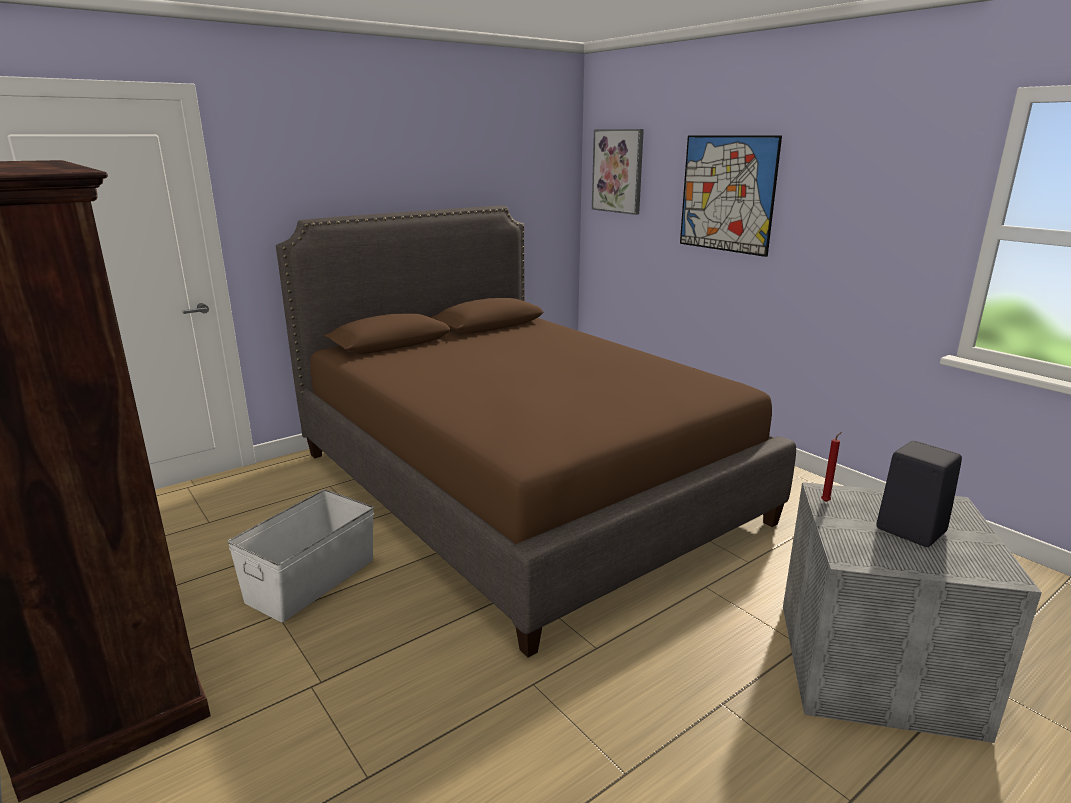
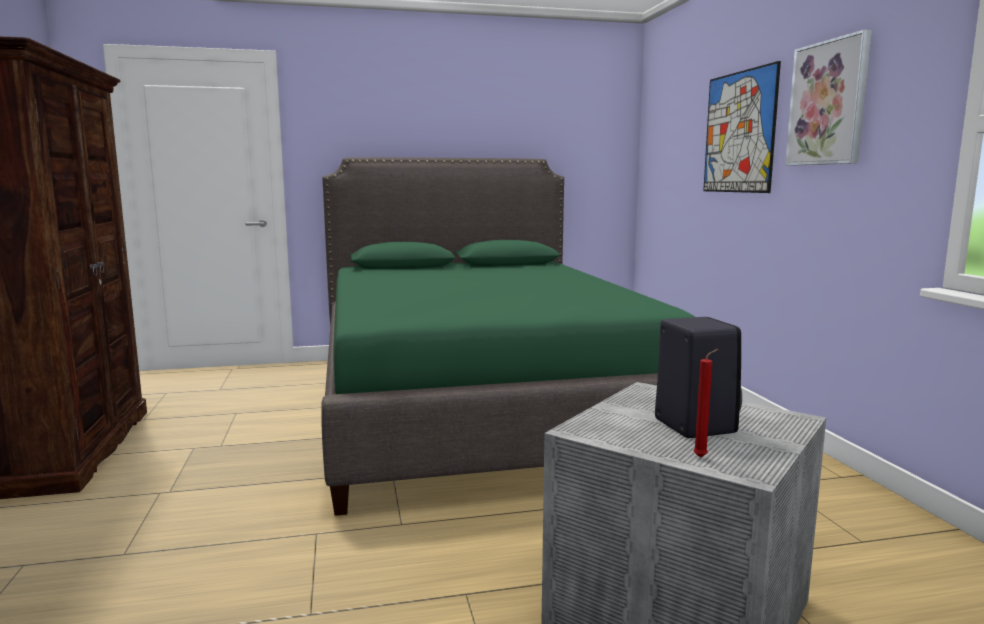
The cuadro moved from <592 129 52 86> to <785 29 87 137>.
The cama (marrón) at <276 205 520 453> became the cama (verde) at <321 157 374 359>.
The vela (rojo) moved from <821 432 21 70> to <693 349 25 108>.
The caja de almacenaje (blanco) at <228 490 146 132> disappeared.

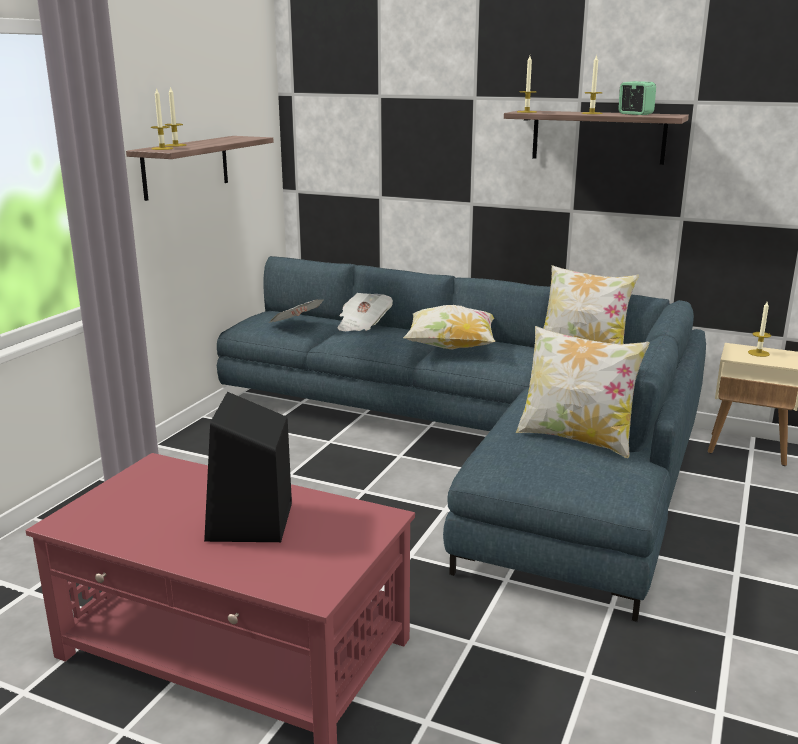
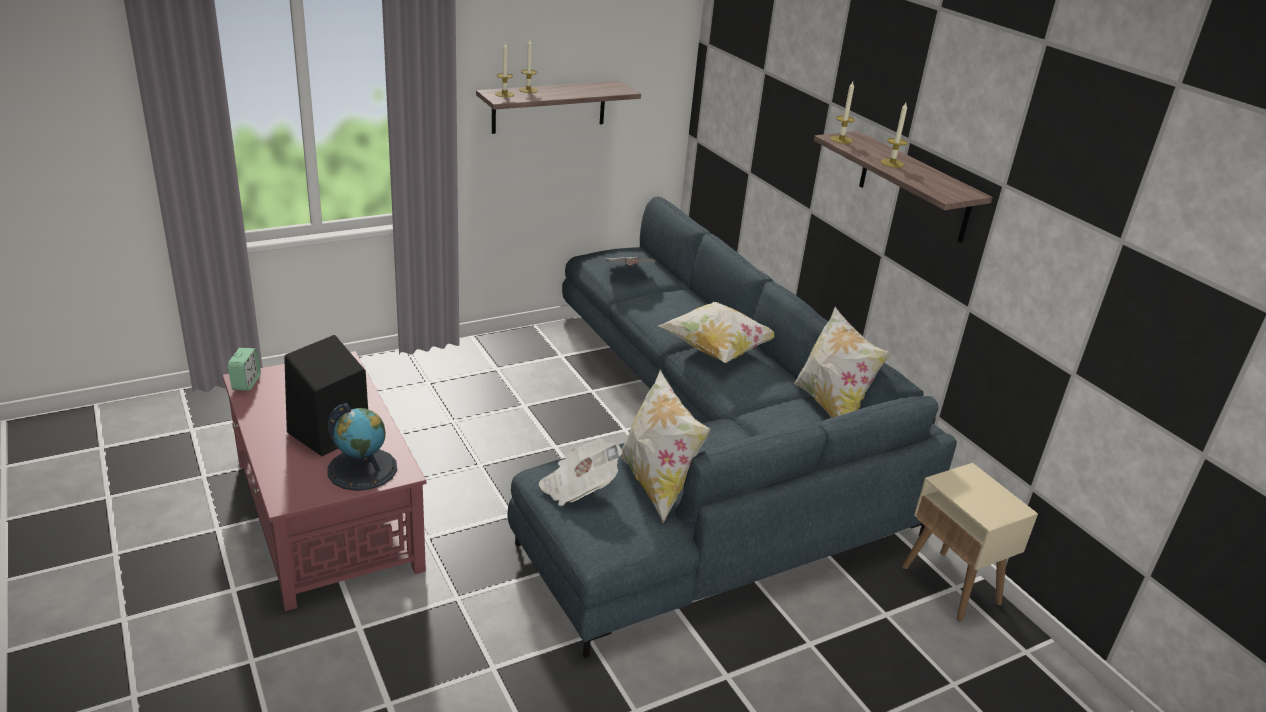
The despertador moved from <618 81 38 34> to <228 348 33 43>.
The periódico moved from <337 293 56 38> to <539 439 84 67>.
The vela at <748 302 23 55> disappeared.
The globo terráqueo at <328 403 69 88> appeared.

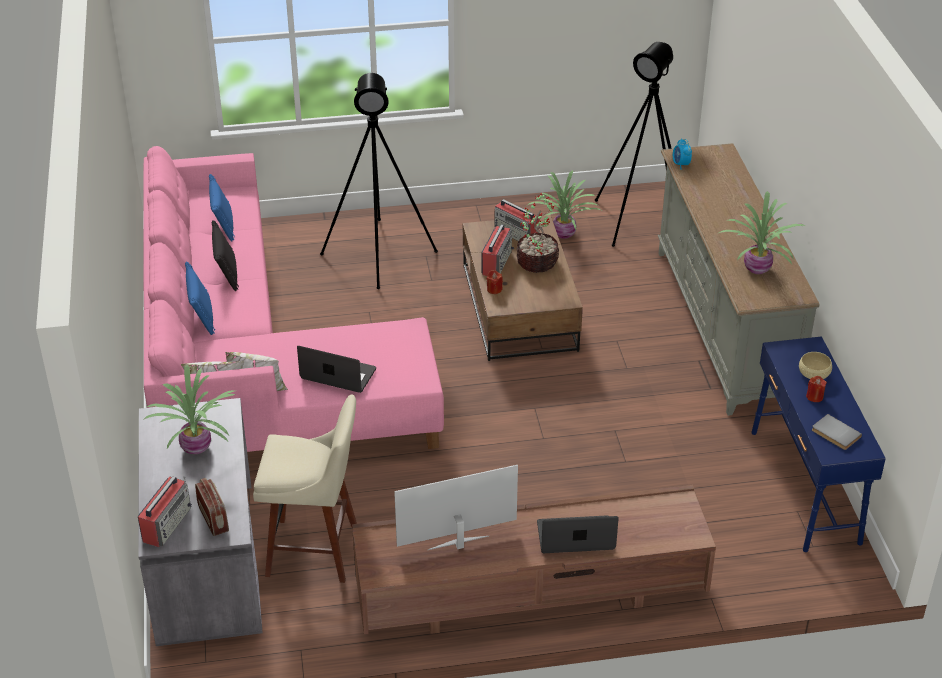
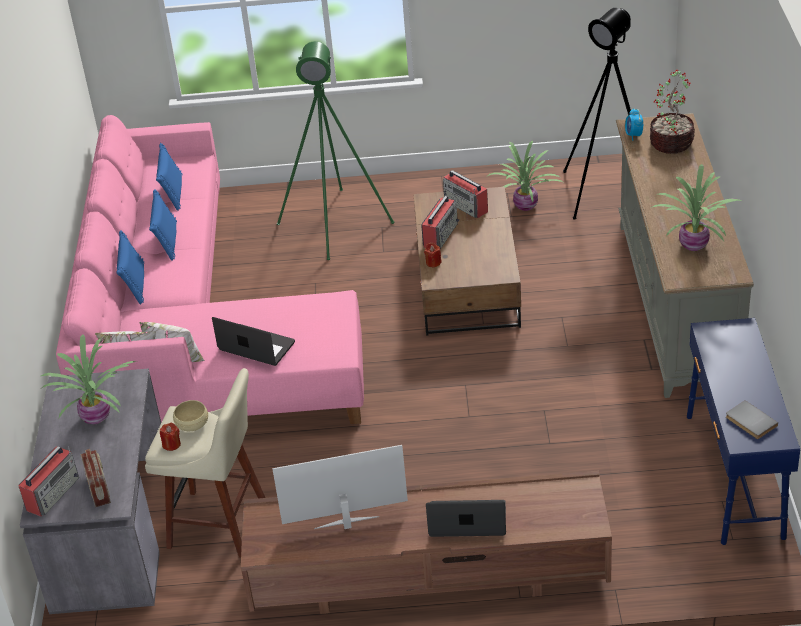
The lámpara de pie (negro) at <320 73 118 216> became the lámpara de pie (verde) at <277 41 117 219>.
The planta en maceta moved from <517 193 42 80> to <650 70 45 84>.
The cojín (negro) at <212 220 27 71> became the cojín (azul) at <149 189 28 72>.
The cuenco (beis) moved from <799 352 33 27> to <173 400 35 31>.
The vela (rojo) moved from <806 376 21 26> to <160 423 21 28>.

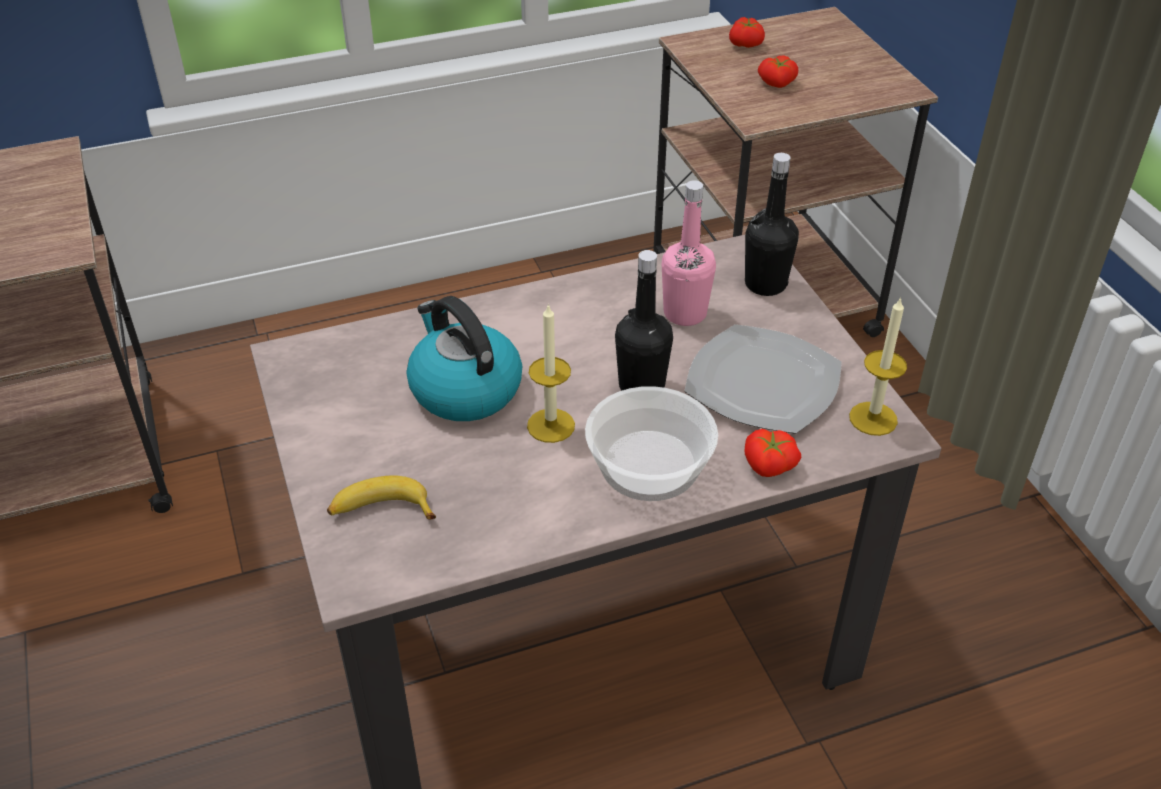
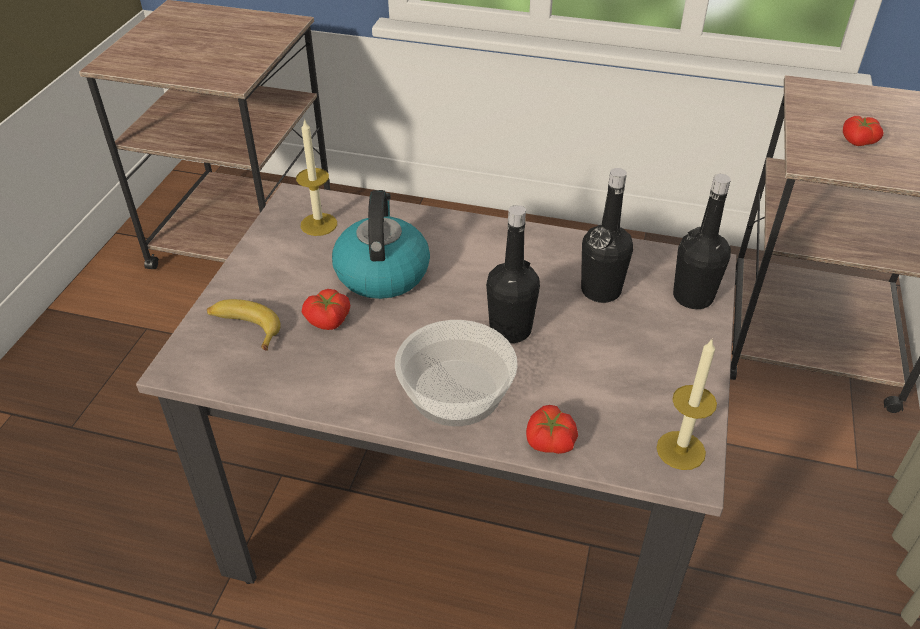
The tomate moved from <729 17 36 31> to <302 289 48 41>.
The botella (rosa) at <662 180 54 146> became the botella (negro) at <581 168 52 135>.
The vela moved from <527 304 48 139> to <296 118 41 118>.
The plato at <684 324 158 110> disappeared.

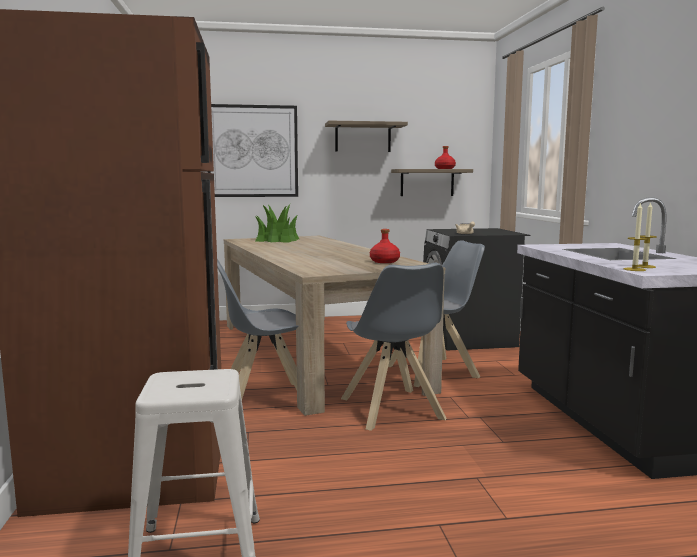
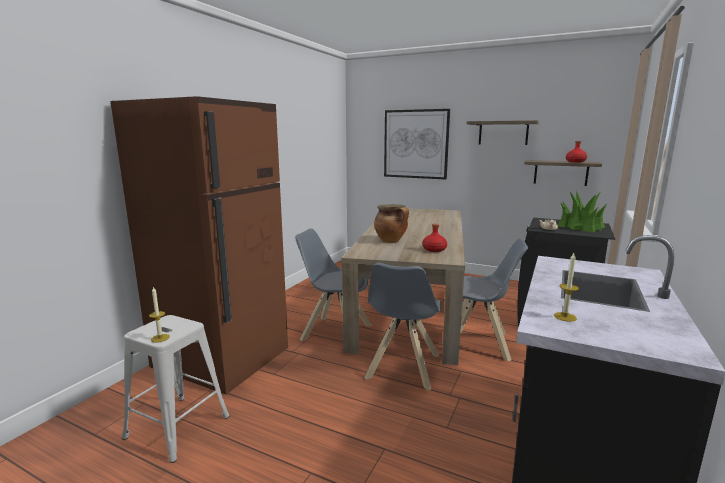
The vela moved from <624 202 23 69> to <149 287 21 56>.
The planta en maceta moved from <255 204 44 39> to <558 191 49 41>.
The olla at <374 204 35 39> appeared.

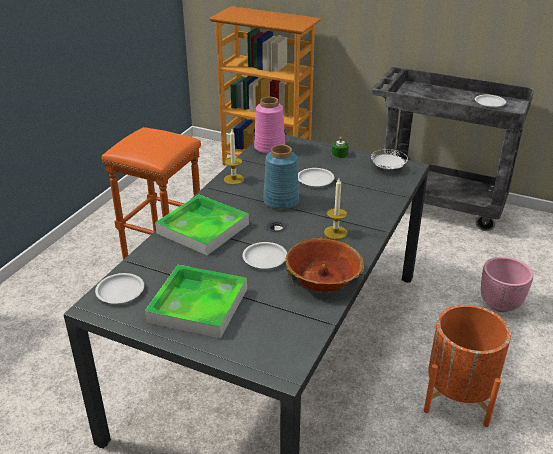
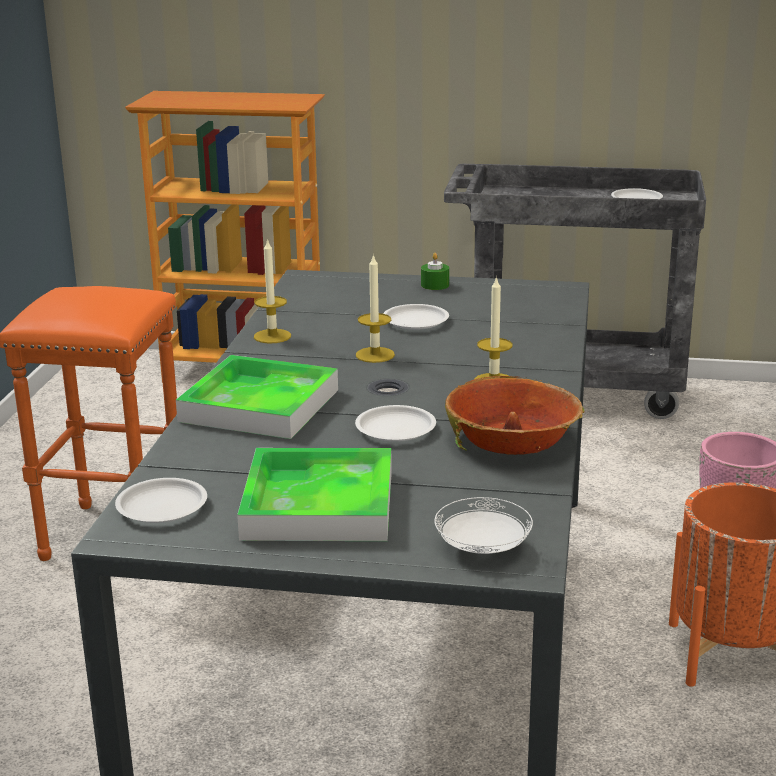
The florero (rosa) at <254 97 31 57> disappeared.
The florero (azul) at <263 145 36 65> was replaced by the vela at <356 254 39 109>.
The plato (blanco) moved from <371 149 37 21> to <434 497 99 57>.

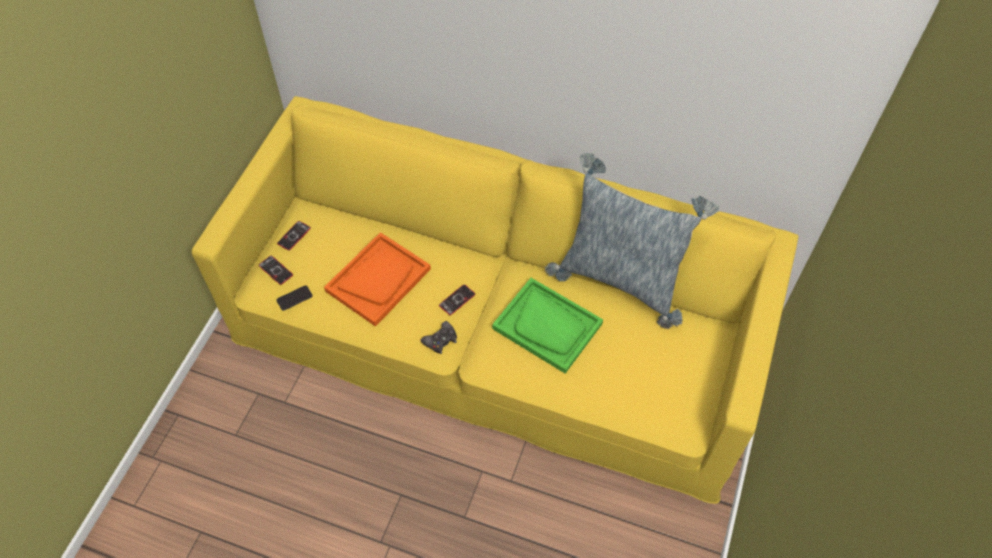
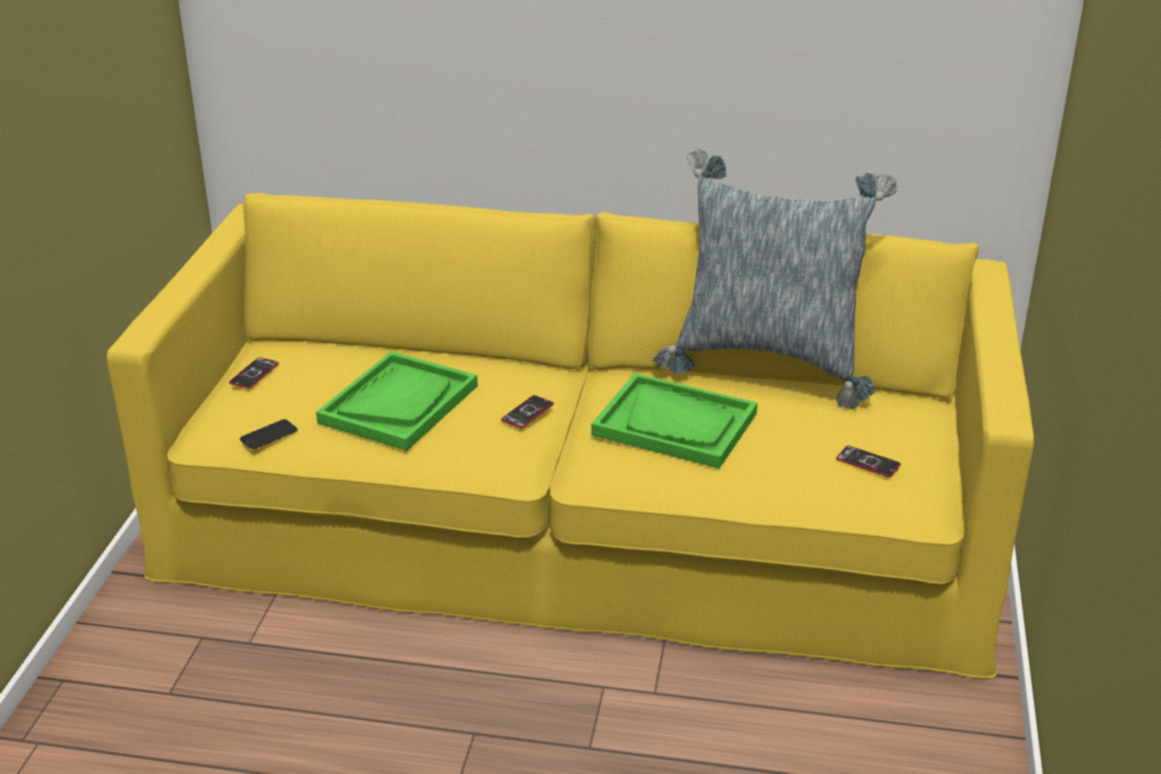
The bandeja (naranja) at <324 232 107 95> became the bandeja (verde) at <316 351 162 100>.
The móvil moved from <259 256 34 29> to <836 446 65 31>.
The mando de consola (negro) at <421 321 36 33> disappeared.

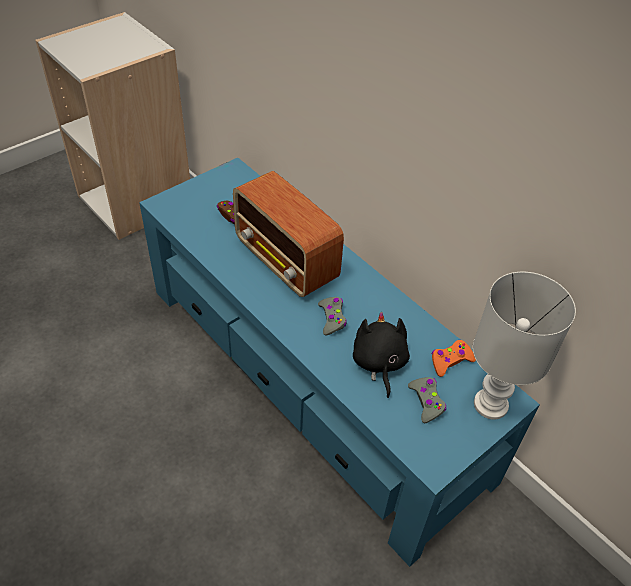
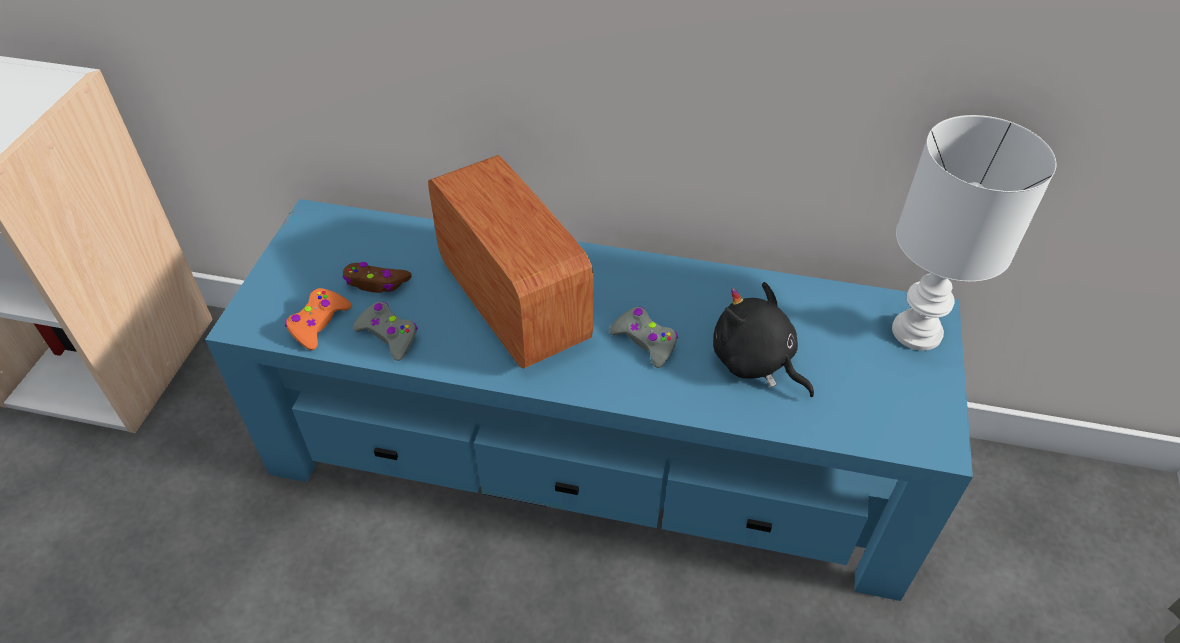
The radio at <233 171 111 126> turned 135 degrees counterclockwise.
The mando de consola (naranja) moved from <432 340 44 37> to <285 288 67 62>.
The mando de consola (gris) moved from <408 377 38 46> to <353 301 65 60>.

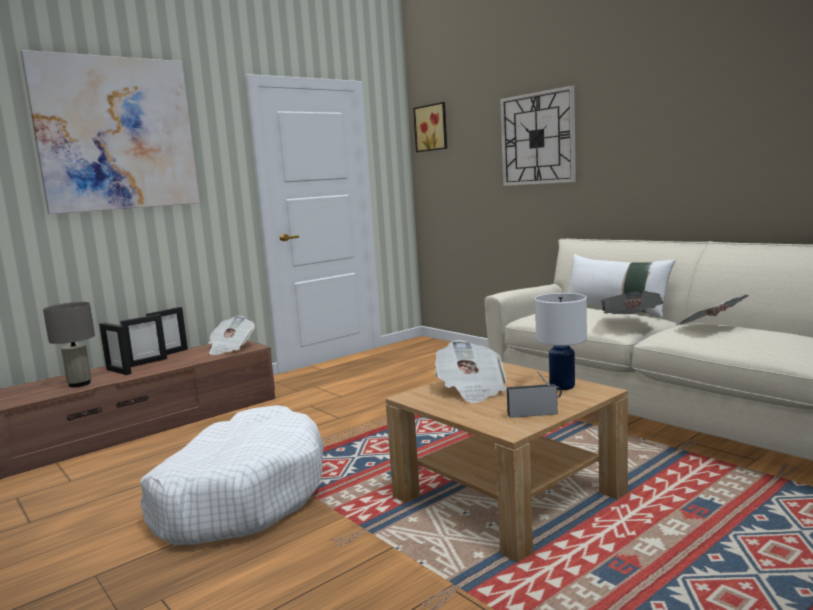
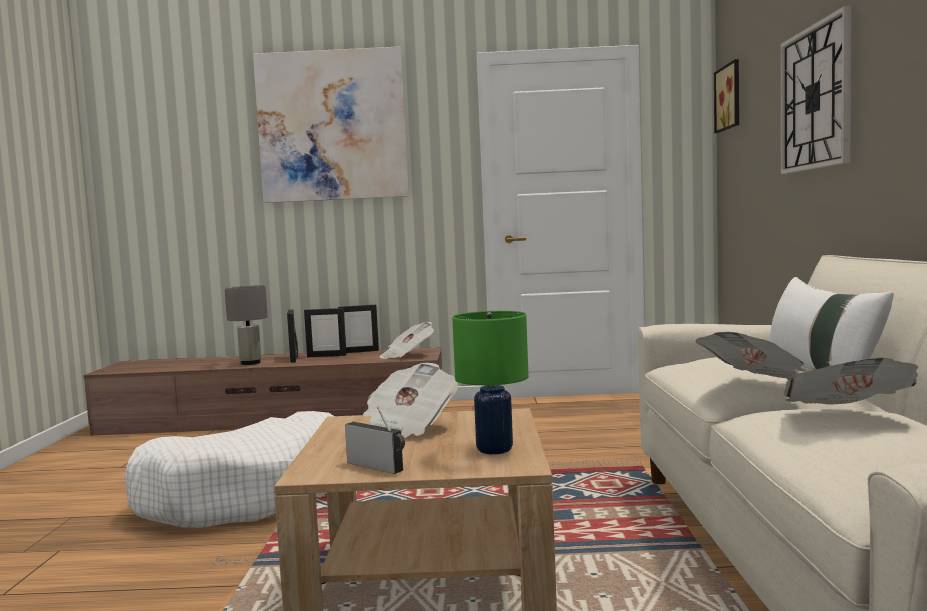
The lámpara de mesa (blanco) at <535 293 52 97> became the lámpara de mesa (verde) at <452 311 77 143>.

